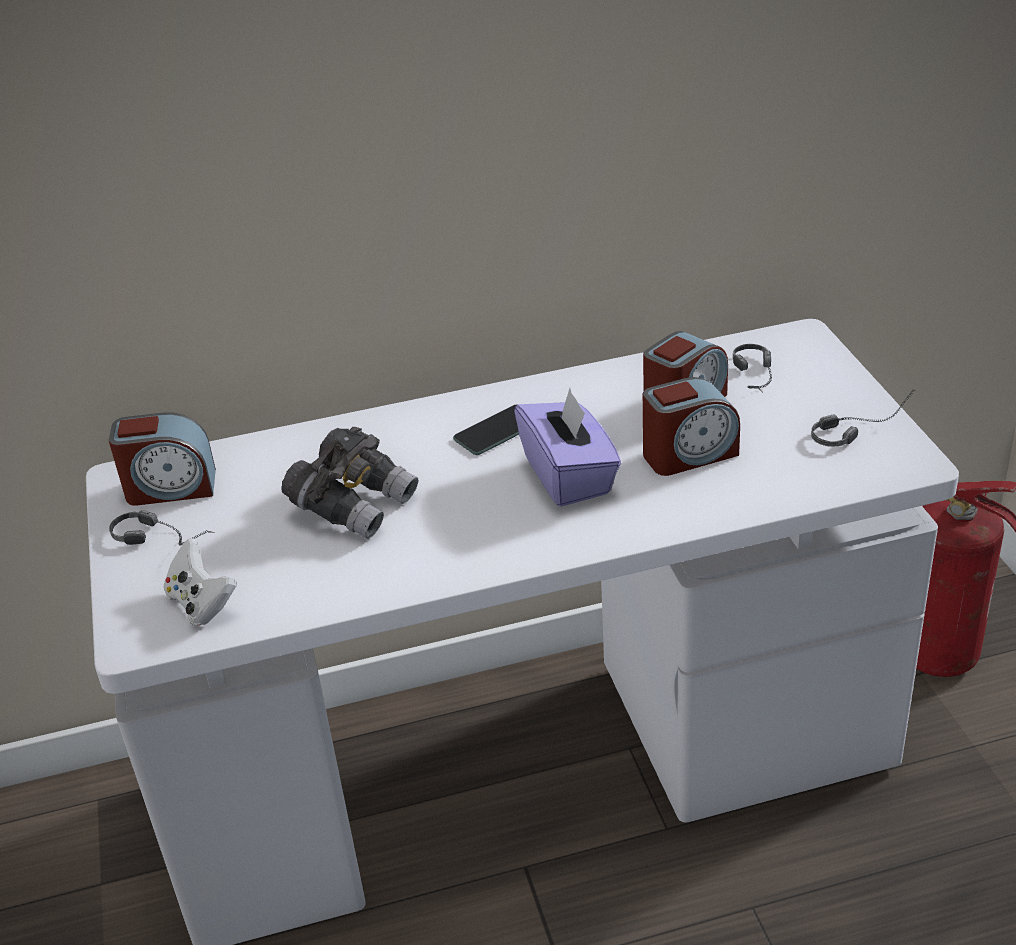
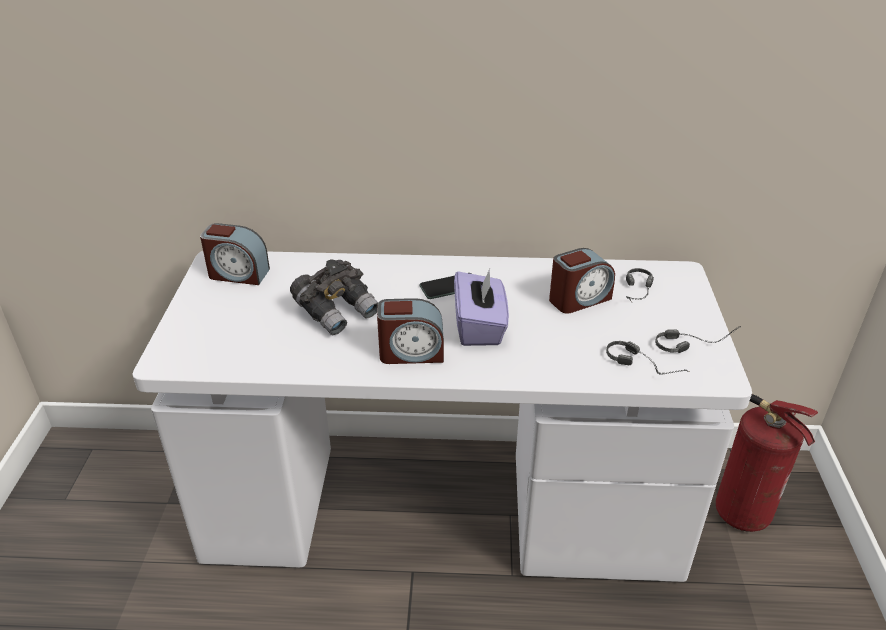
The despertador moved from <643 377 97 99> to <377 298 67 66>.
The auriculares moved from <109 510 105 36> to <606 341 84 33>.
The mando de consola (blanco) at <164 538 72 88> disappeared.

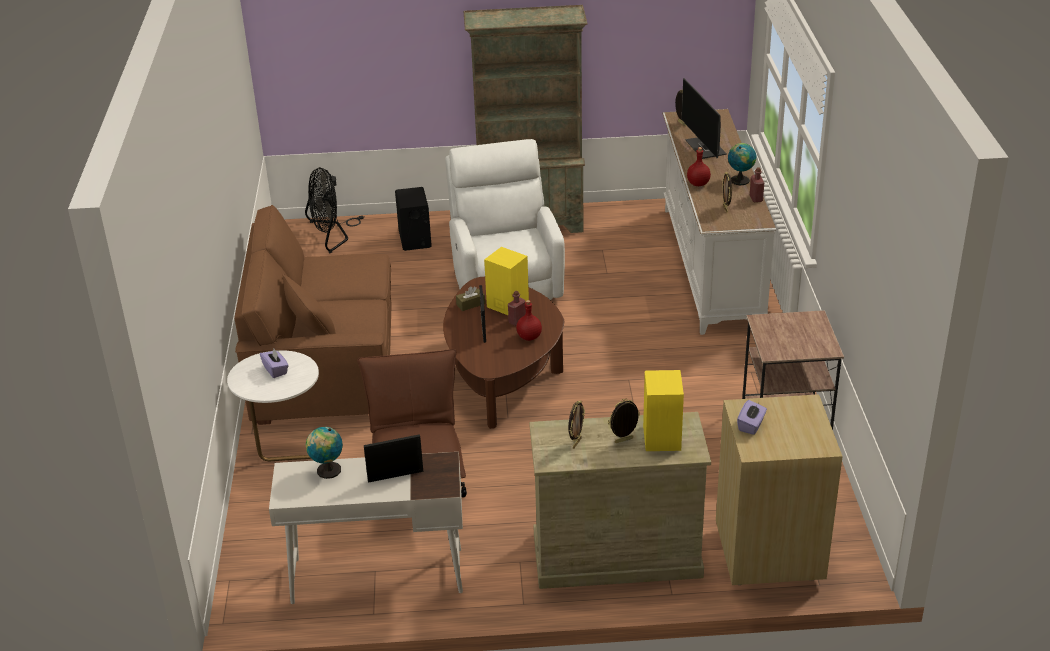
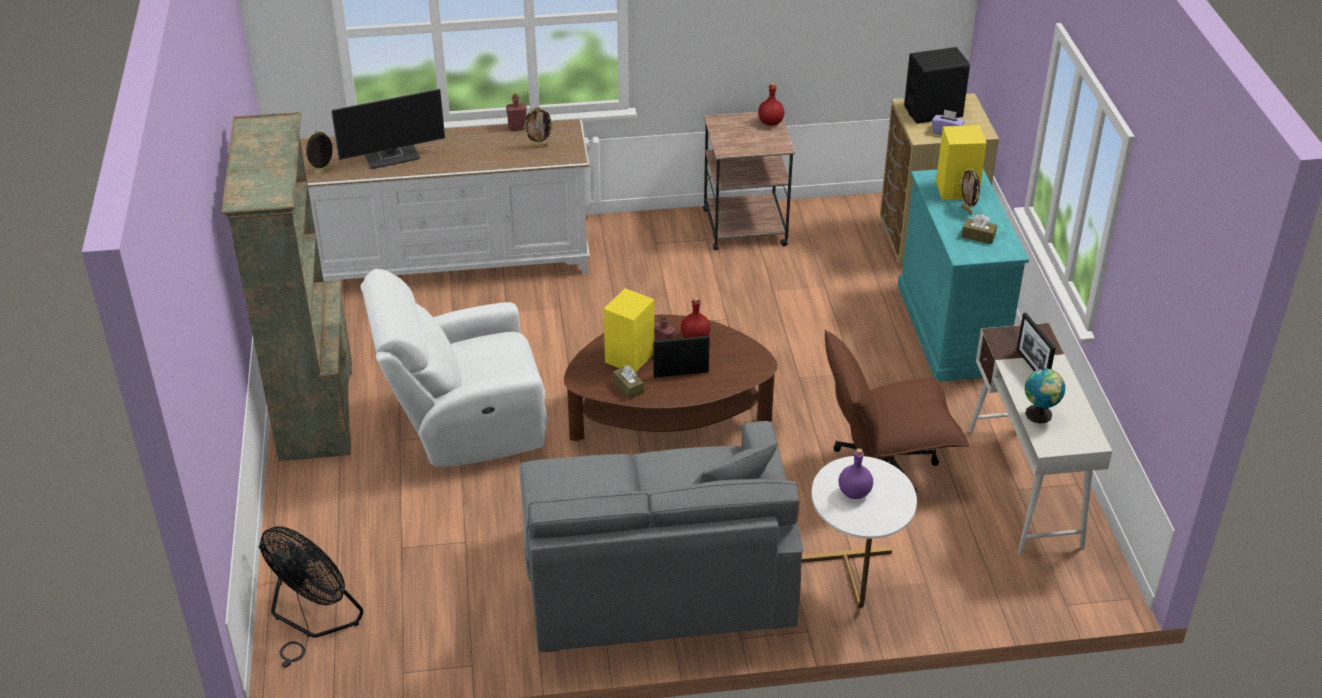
The globo terráqueo at <728 143 28 42> disappeared.
The botella (rojo) moved from <687 147 24 39> to <758 83 26 43>.
The ventilador (negro) at <305 167 59 87> turned 120 degrees counterclockwise.
The altavoz (negro) moved from <395 187 37 64> to <904 47 66 77>.
The sofá (marrón) at <234 205 158 220> became the sofá (gris) at <519 421 285 231>.
The caja de pañuelos (morado) at <260 349 29 29> was replaced by the botella (morado) at <839 448 34 51>.
The portarretratos at <569 400 16 49> was replaced by the caja de pañuelos (marrón) at <962 214 35 30>.
The cómoda (beis) at <529 412 182 177> became the cómoda (turquesa) at <898 169 131 213>.

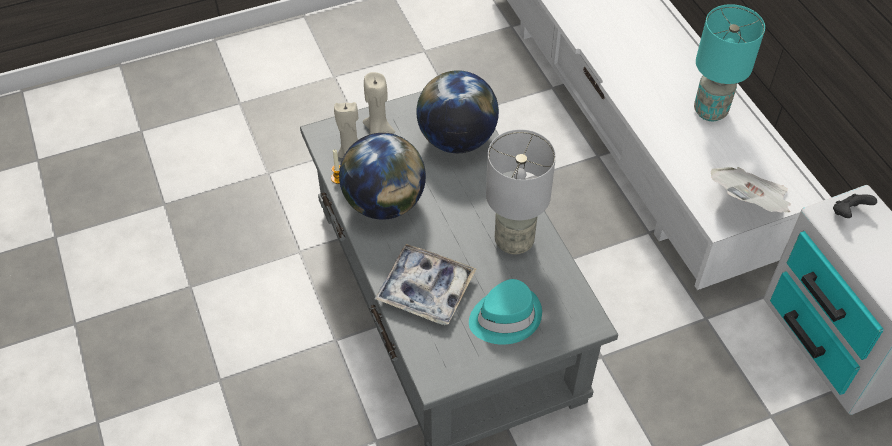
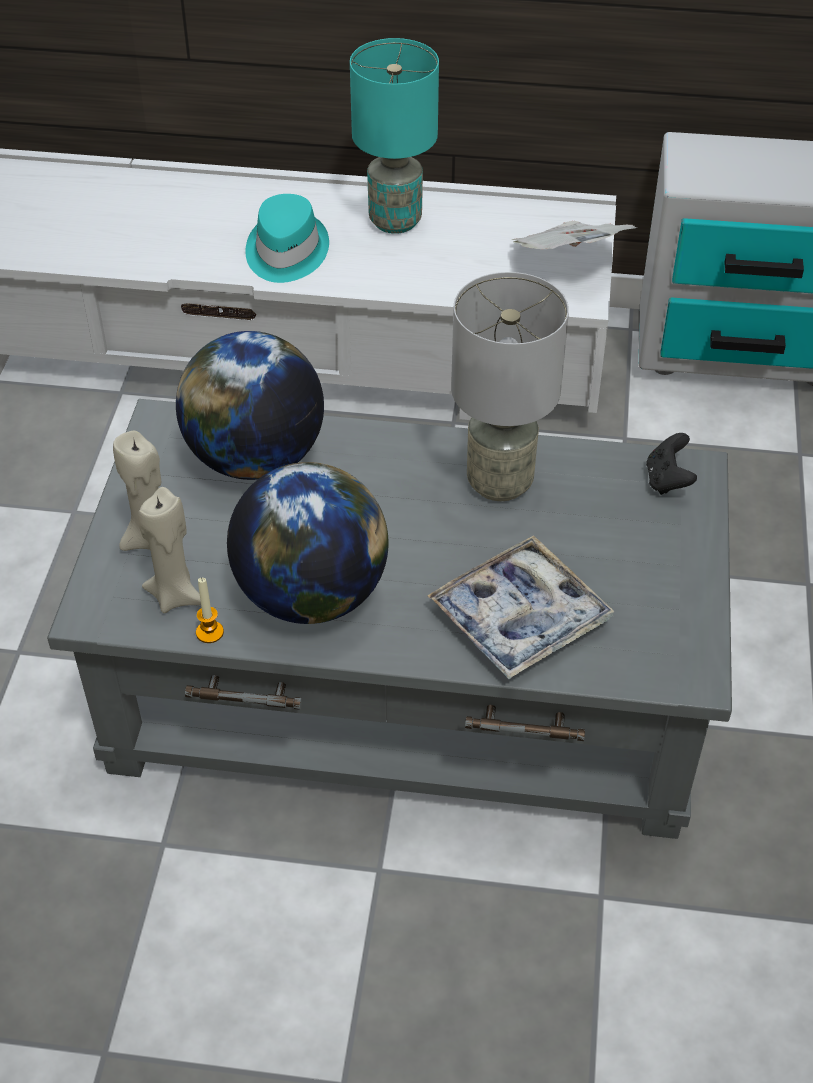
The mando de consola (negro) moved from <833 194 44 24> to <646 433 51 62>.
The sombrero (turquesa) moved from <469 279 73 66> to <246 194 83 89>.

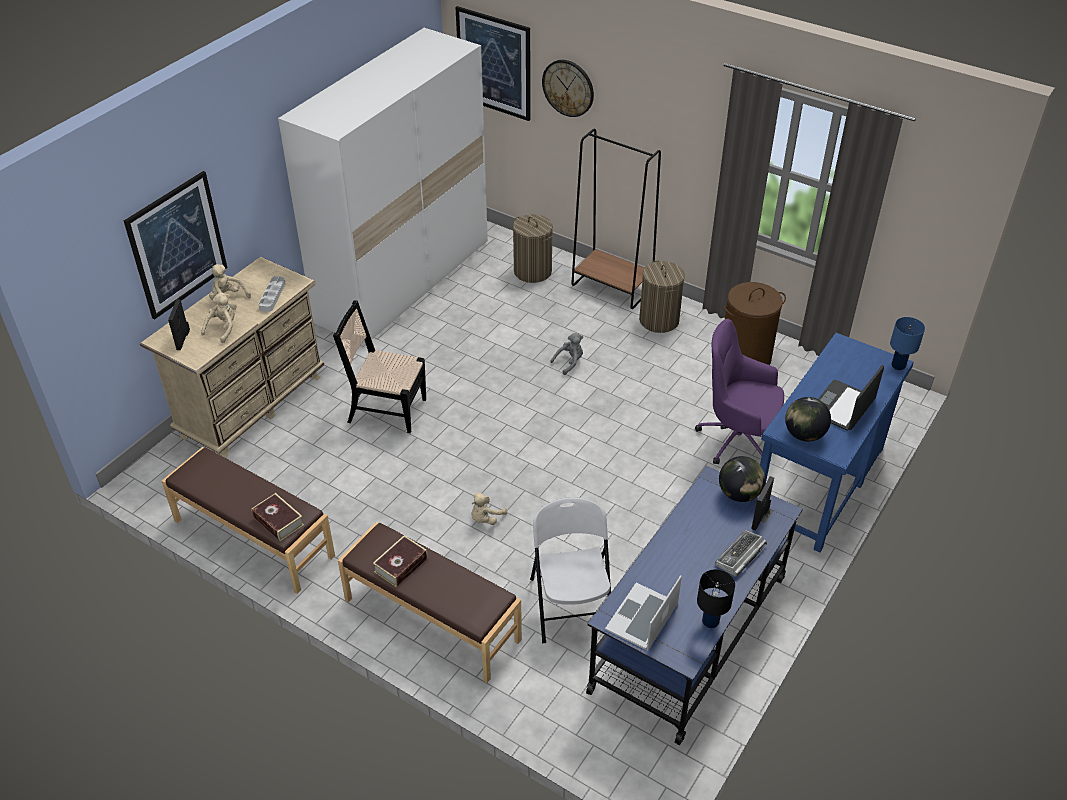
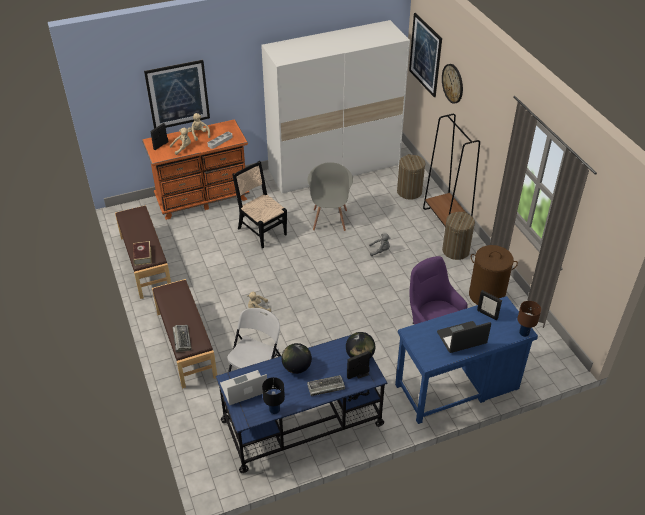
The cómoda (beis) at <140 257 184 201> became the cómoda (naranja) at <142 119 107 101>.
The lámpara de mesa (azul) at <890 317 35 53> became the lámpara de mesa (marrón) at <517 301 24 36>.
The globo terráqueo moved from <785 397 46 45> to <282 343 30 31>.
The libro at <373 535 55 52> disappeared.
The silla (gris) at <307 162 46 69> appeared.
The portarretratos at <477 290 25 31> appeared.
The teclado at <173 325 19 27> appeared.

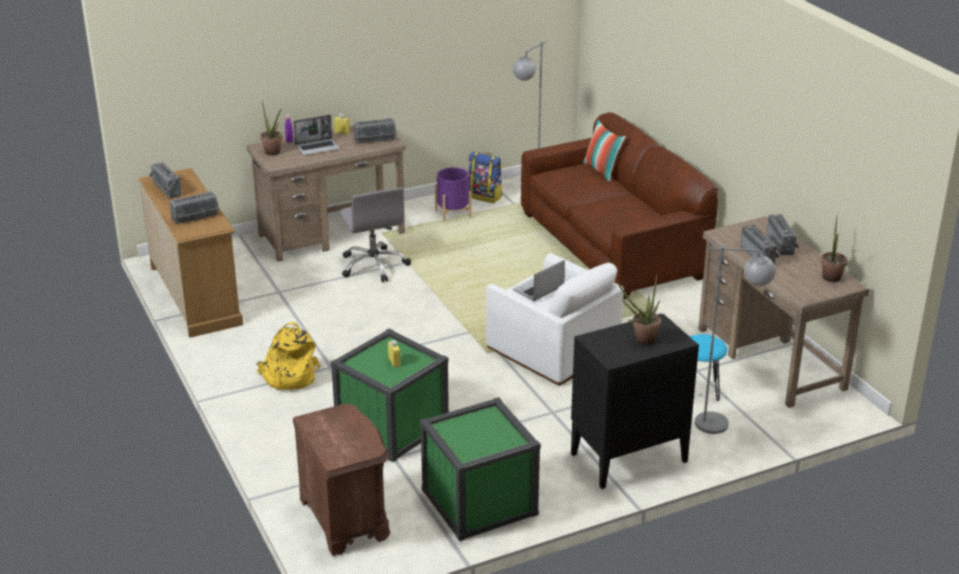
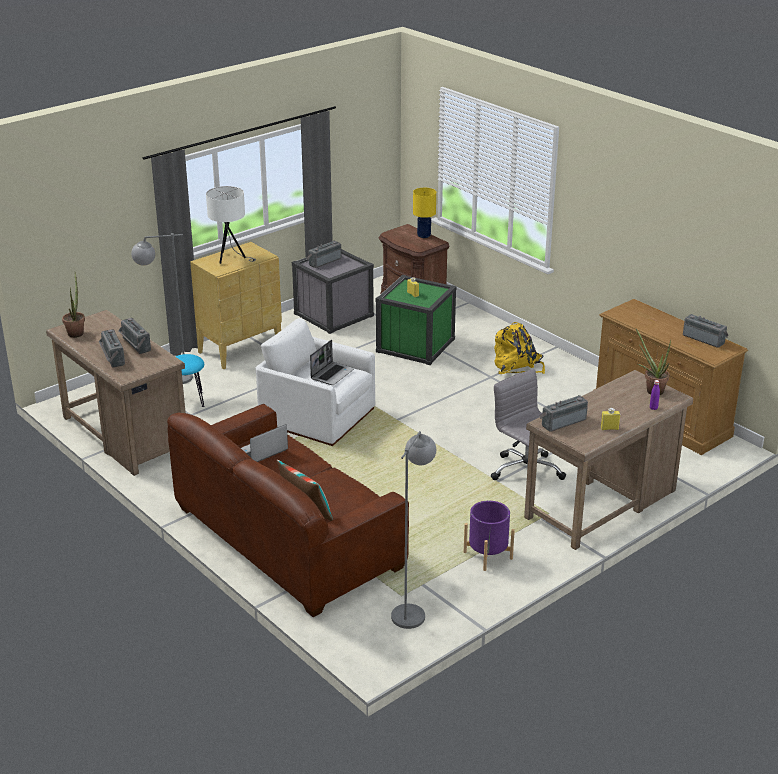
The portátil moved from <293 115 47 40> to <241 424 47 38>.
The mochila at <469 152 33 51> disappeared.
The radio moved from <170 191 49 33> to <307 241 34 27>.
The planta en maceta at <618 275 43 70> was replaced by the lámpara de mesa (blanco) at <206 186 50 78>.
The cómoda (negro) at <571 313 128 176> became the cómoda (beis) at <190 242 92 128>.
The caja de almacenaje (verde) at <420 397 121 144> became the caja de almacenaje (gris) at <292 249 82 85>.
The lámpara de mesa (amarillo) at <413 188 23 50> appeared.

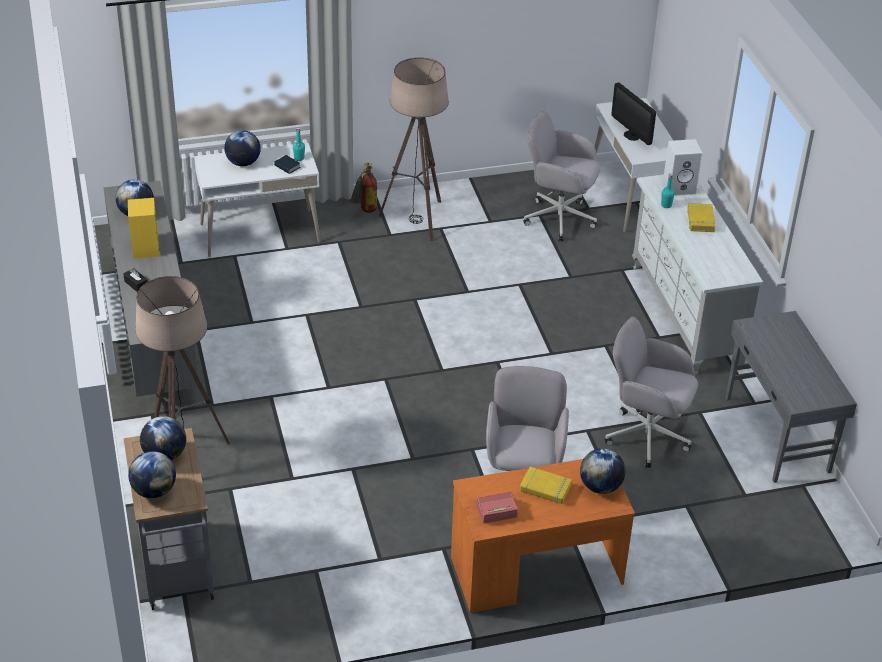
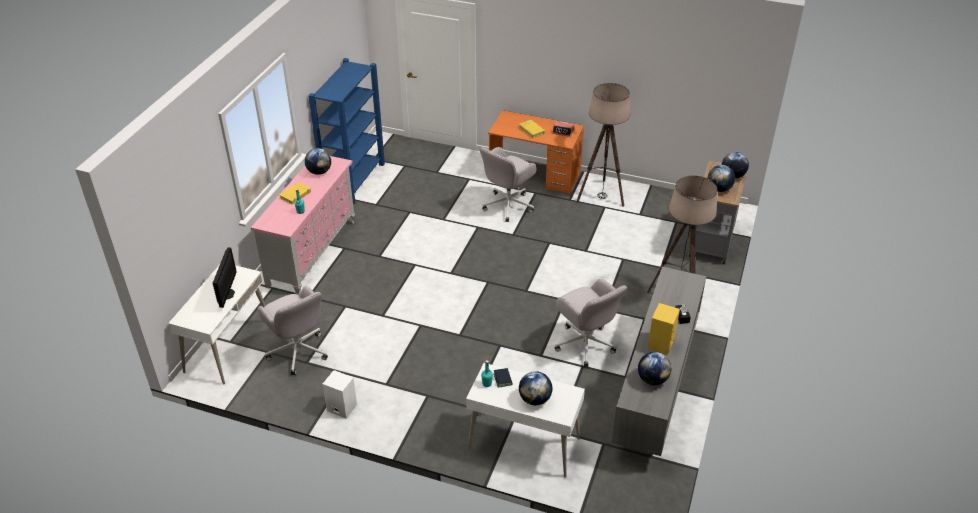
The lámpara de pie moved from <379 58 70 183> to <577 83 53 124>.
The altavoz (blanco) moved from <663 139 39 57> to <323 370 34 49>.
The extintor at <350 162 27 51> disappeared.
The cómoda (blanco) at <632 175 131 199> became the cómoda (rosa) at <251 156 104 139>.
The mesa consola (gris) at <726 311 131 172> was replaced by the estantería (azul) at <308 58 77 147>.
The silla de oficina (gris) moved from <605 316 93 152> to <555 279 72 88>.
The globo terráqueo moved from <580 448 45 46> to <305 148 26 27>.

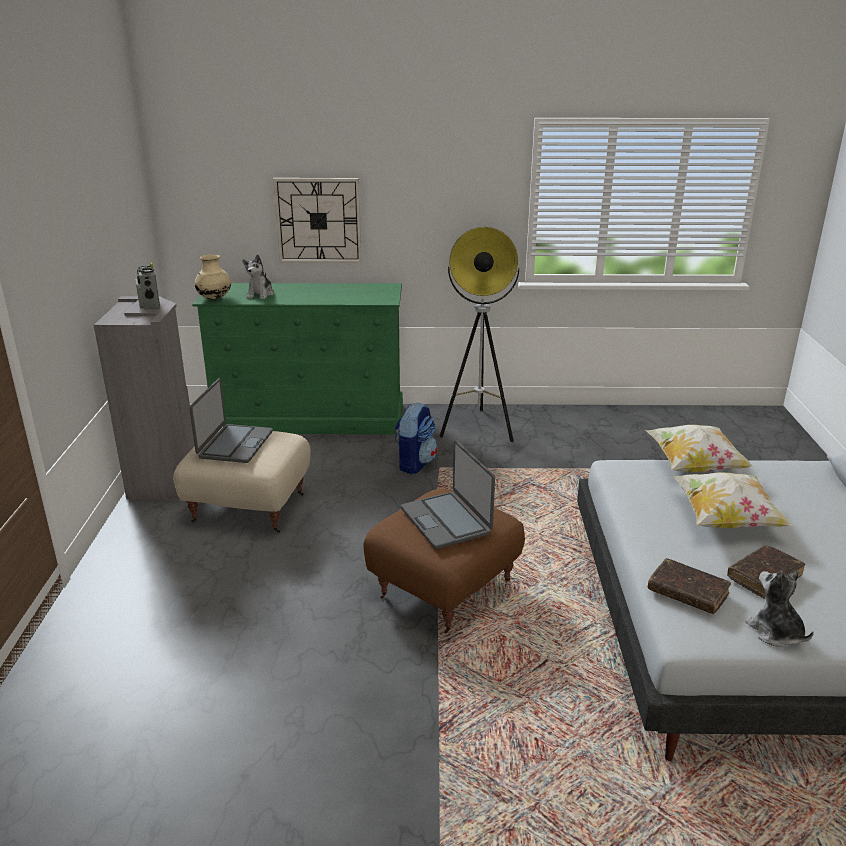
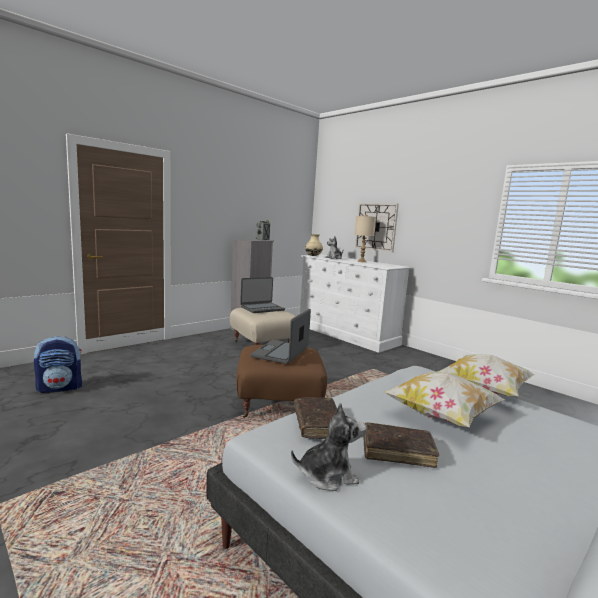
The lámpara de pie at <440 227 80 215> disappeared.
The cómoda (verde) at <192 283 211 151> became the cómoda (blanco) at <300 255 111 98>.
The mochila moved from <394 403 44 71> to <34 336 48 57>.
The peluche at <745 570 69 77> turned 60 degrees clockwise.
The lámpara de mesa (beis) at <355 215 21 47> appeared.

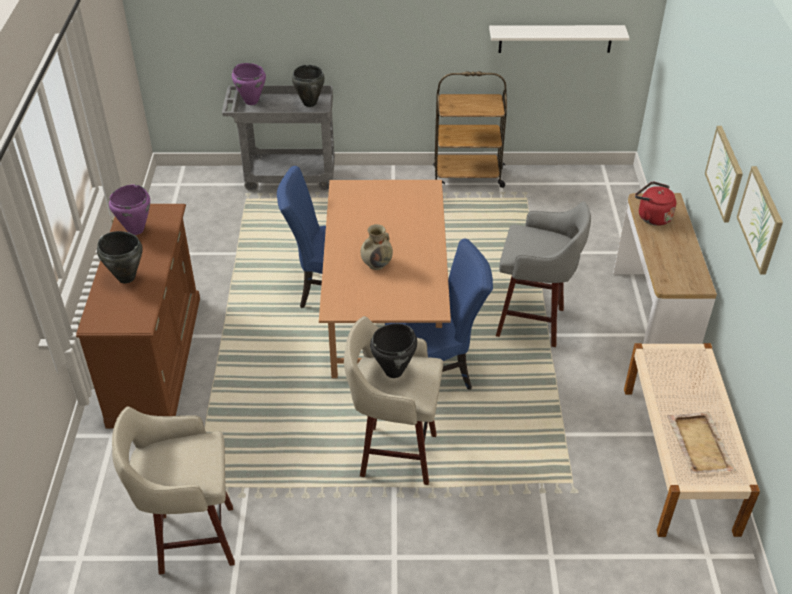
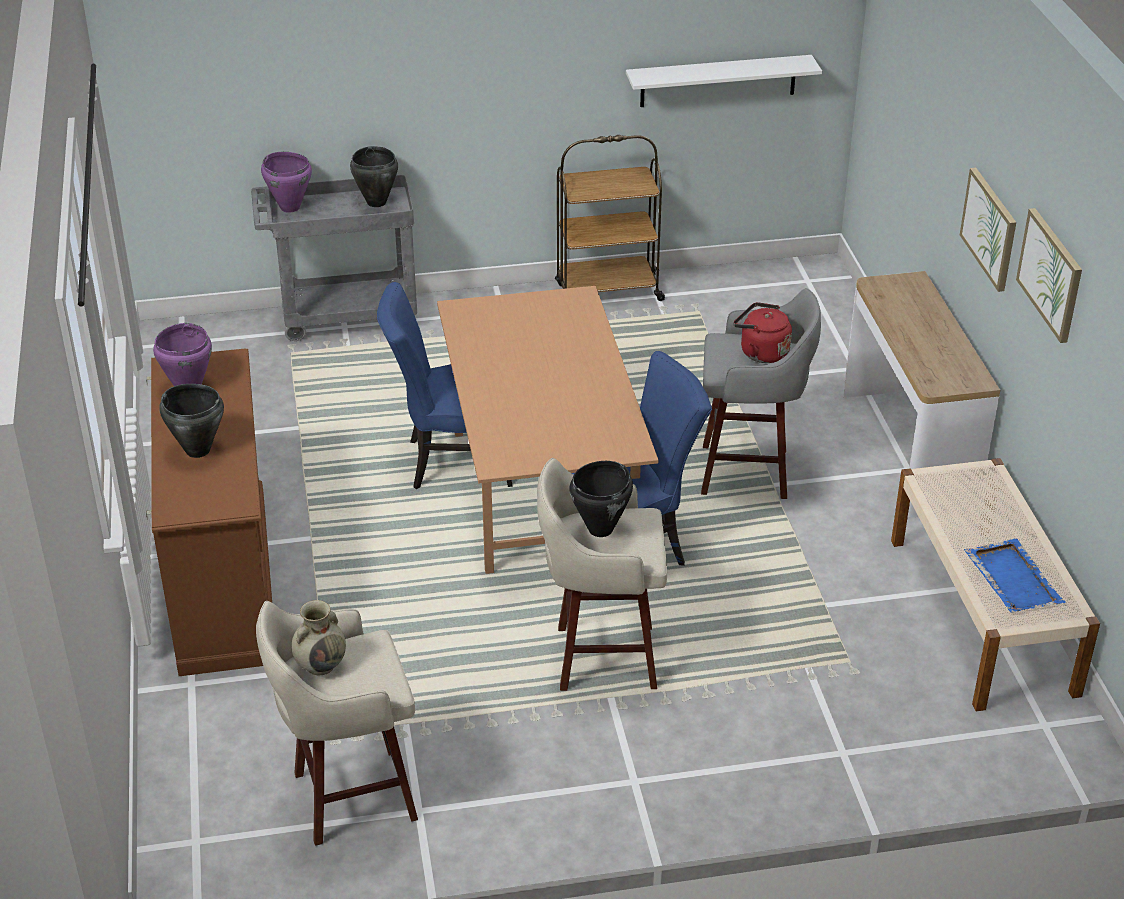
The hervidor (rojo) moved from <635 182 41 44> to <734 302 58 61>.
The florero (beis) moved from <361 224 32 46> to <291 600 55 75>.
The bandeja (beis) at <667 412 70 62> became the bandeja (azul) at <964 539 102 73>.

